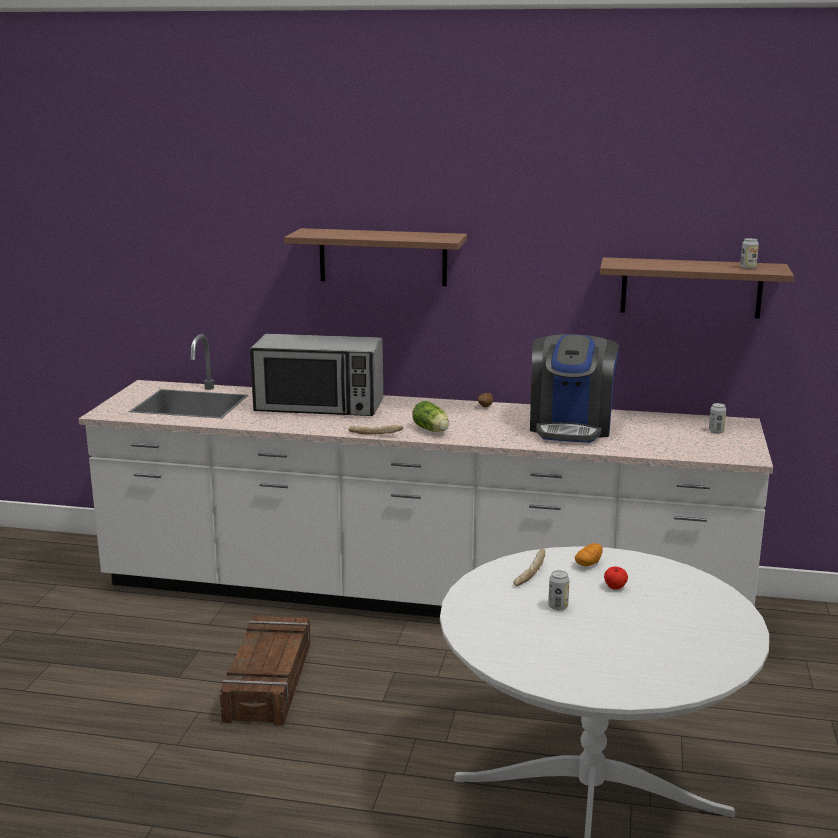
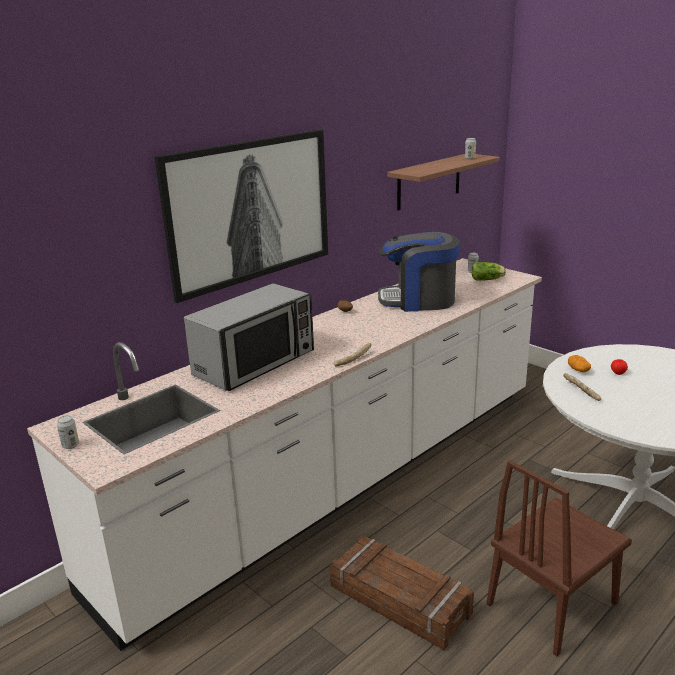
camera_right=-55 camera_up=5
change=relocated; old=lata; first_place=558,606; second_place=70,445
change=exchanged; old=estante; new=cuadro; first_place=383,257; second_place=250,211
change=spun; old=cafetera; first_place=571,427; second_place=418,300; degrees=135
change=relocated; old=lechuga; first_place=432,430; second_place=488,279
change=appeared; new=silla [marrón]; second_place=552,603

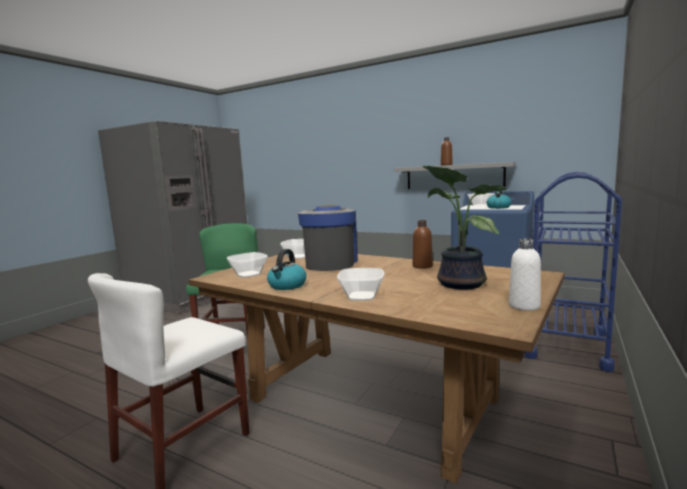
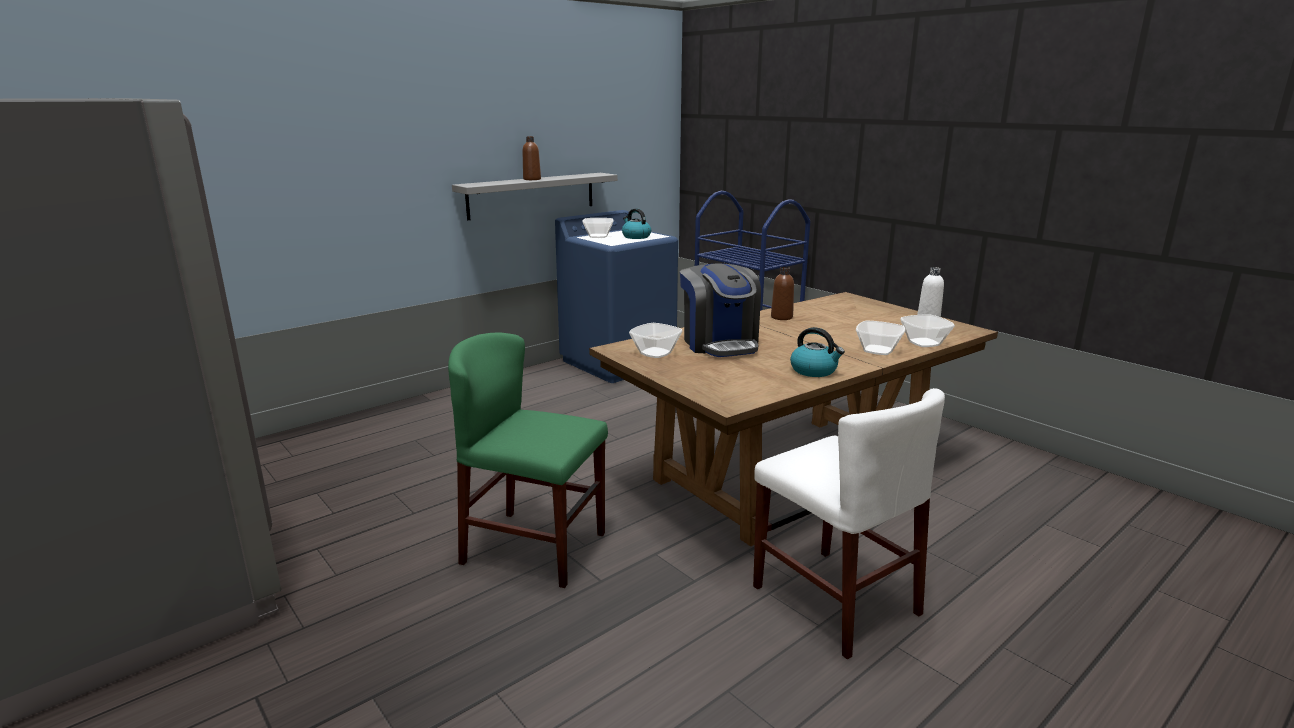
camera_right=-70 camera_up=10
change=spun; old=cafetera; first_place=331,263; second_place=720,343; degrees=-135
change=relocated; old=cuenco; first_place=248,274; second_place=925,343
change=missing; old=planta en maceta; first_place=457,284

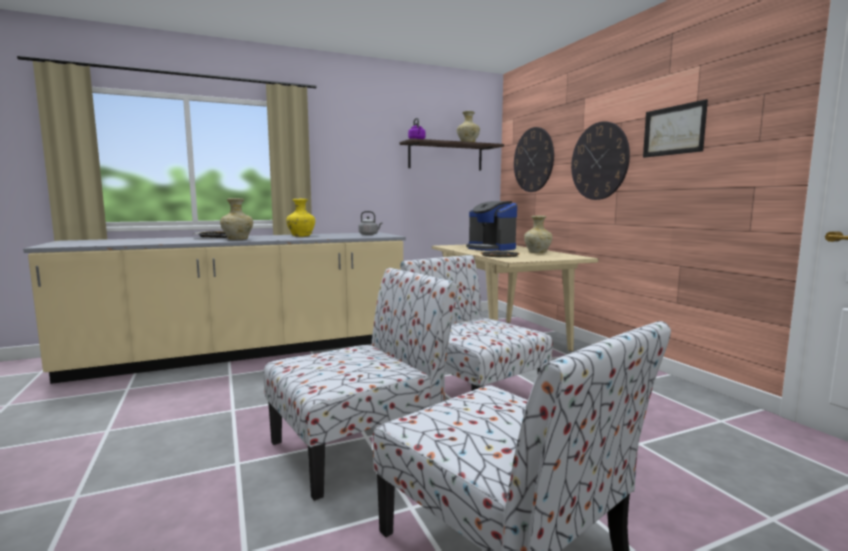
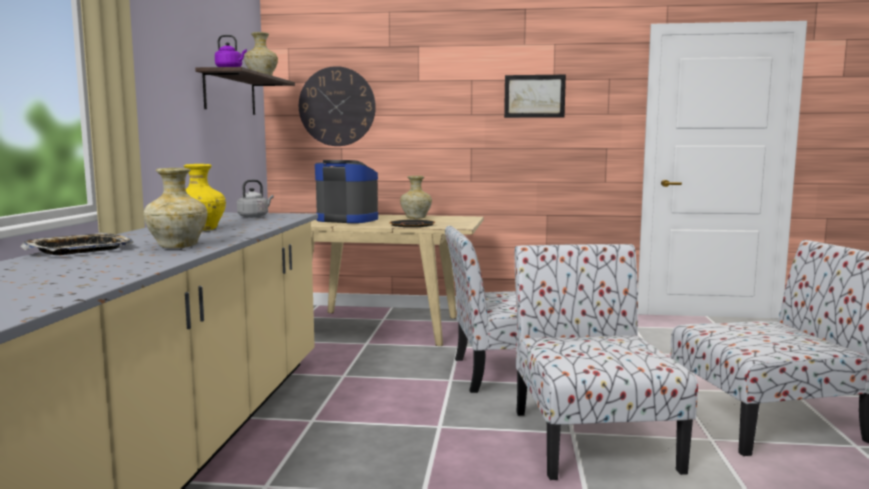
camera_right=-60 camera_up=0
change=spun; old=cafetera; first_place=491,248; second_place=347,219; degrees=-150
change=missing; old=reloj de pared; first_place=599,161

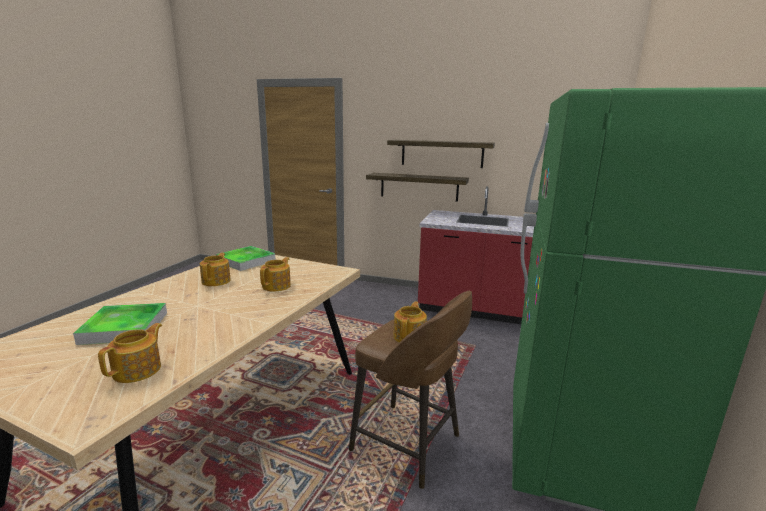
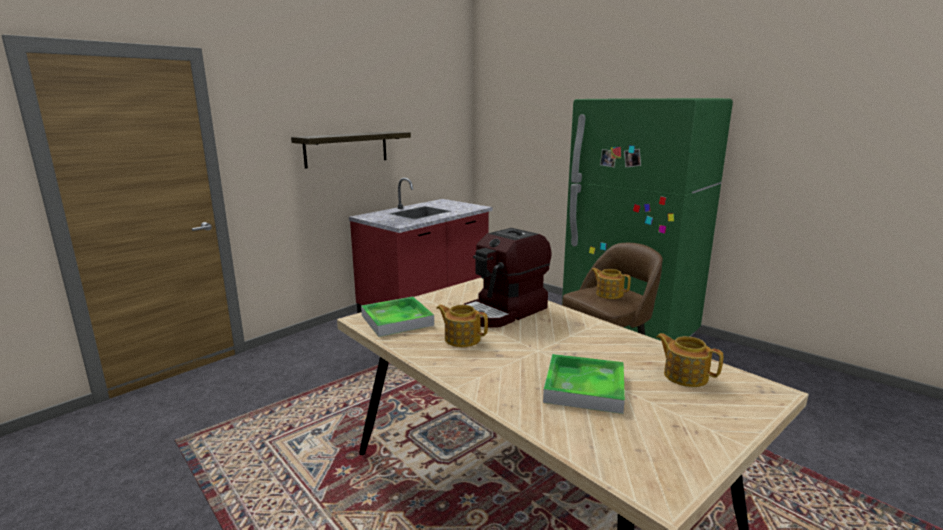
camera_right=-65 camera_up=0
change=exchanged; old=tetera; new=cafetera; first_place=277,286; second_place=504,311
change=missing; old=estante; first_place=419,186

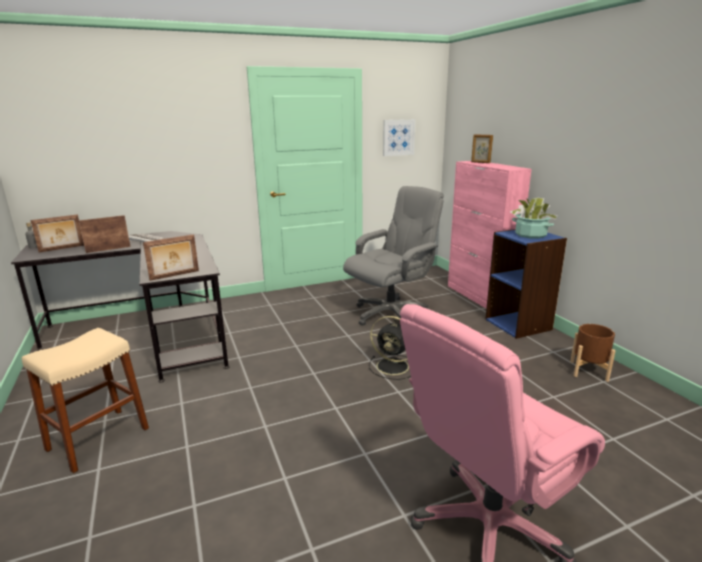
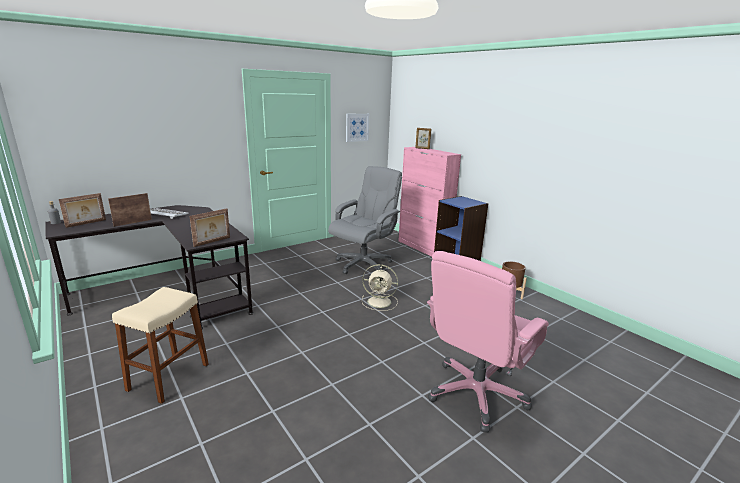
camera_right=-15 camera_up=0
change=colour; old=ventilador [negro]; new=ventilador [beis]; first_place=394,367; second_place=380,302
change=missing; old=planta en maceta; first_place=530,235

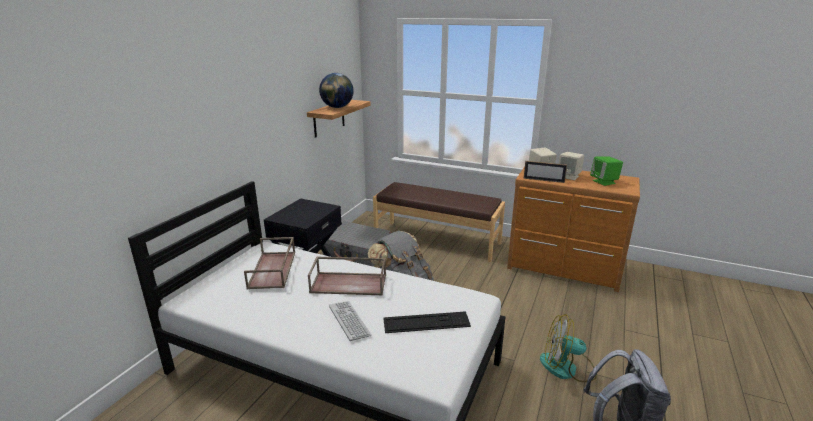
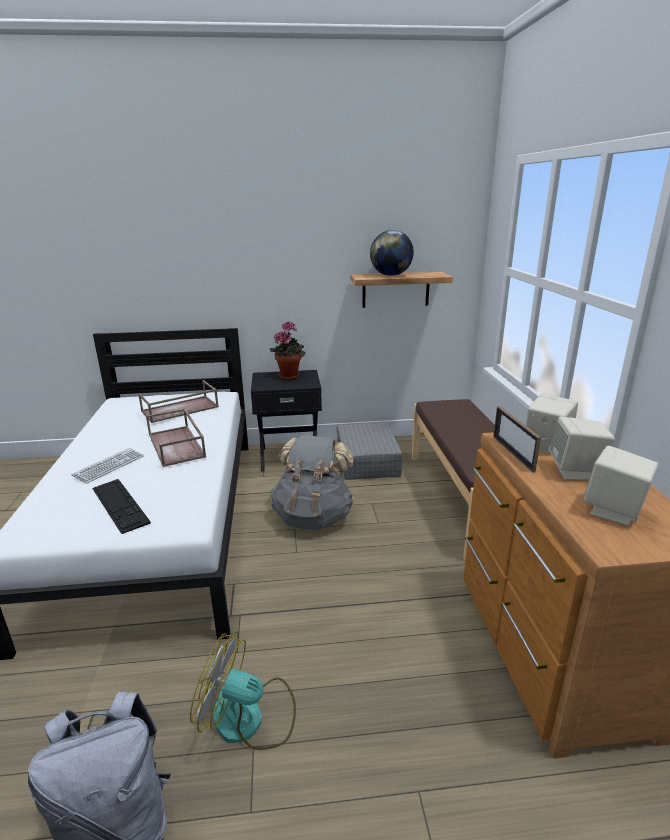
camera_right=60 camera_up=0
change=spun; old=ventilador; first_place=567,368; second_place=249,718; degrees=-60
change=appeared; new=planta en maceta; second_place=289,376
change=colour; old=altavoz [verde]; new=altavoz [beis]; first_place=604,182; second_place=613,511

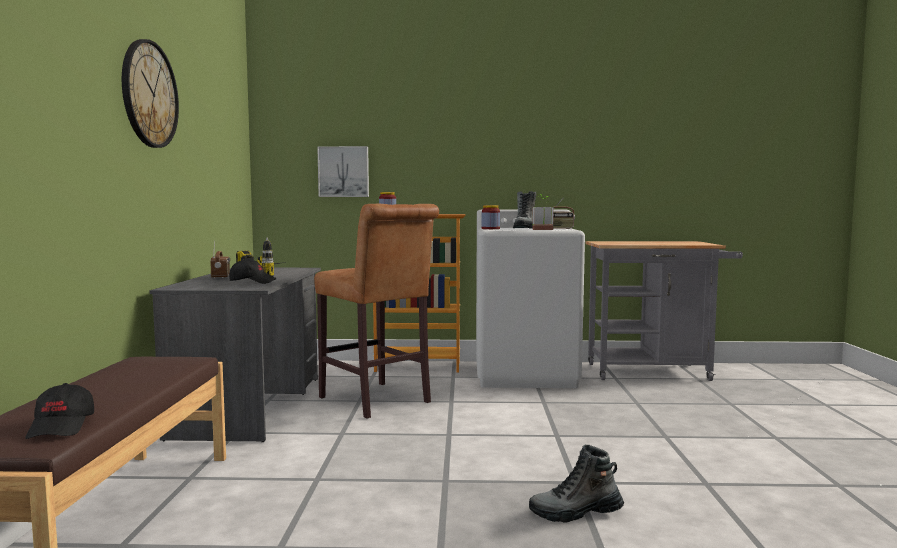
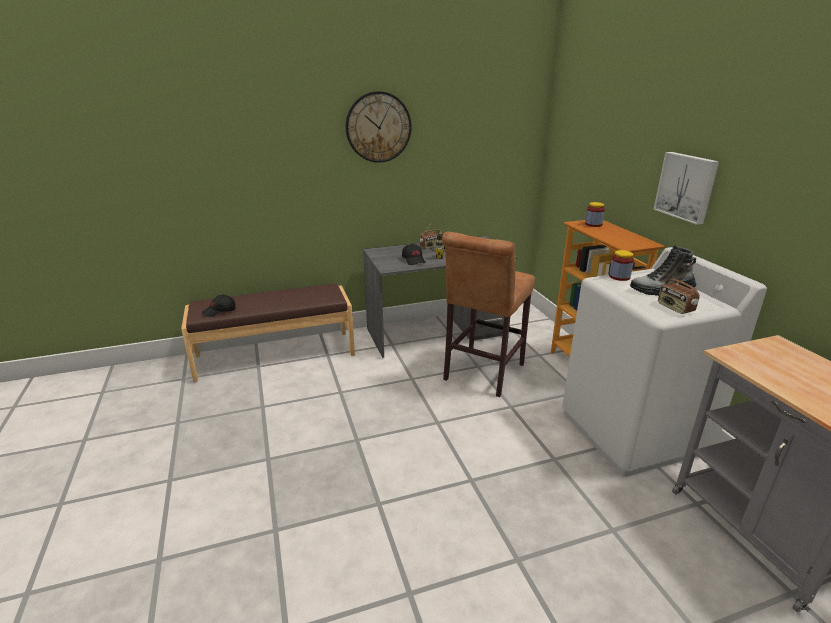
camera_right=70 camera_up=20
change=relocated; old=cuadro; first_place=343,172; second_place=686,187
change=missing; old=bota; first_place=576,512
change=missing; old=planta en maceta; first_place=543,229

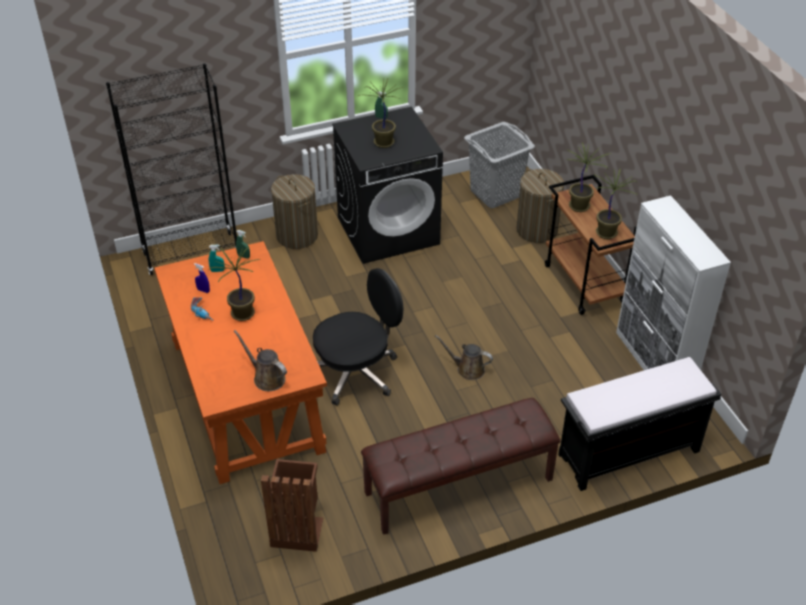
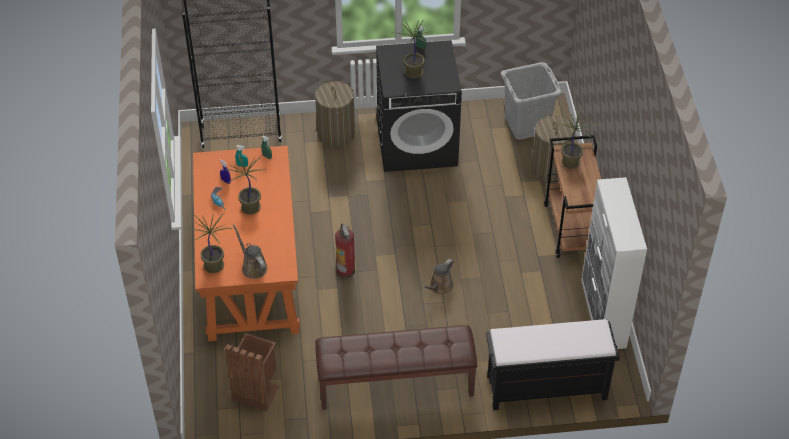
camera_right=15 camera_up=5
change=relocated; old=planta en maceta; first_place=607,232; second_place=215,266
change=exchanged; old=silla de oficina [negro]; new=extintor; first_place=357,372; second_place=346,270
change=spun; old=regadera [marrón]; first_place=467,369; second_place=439,286; degrees=-90

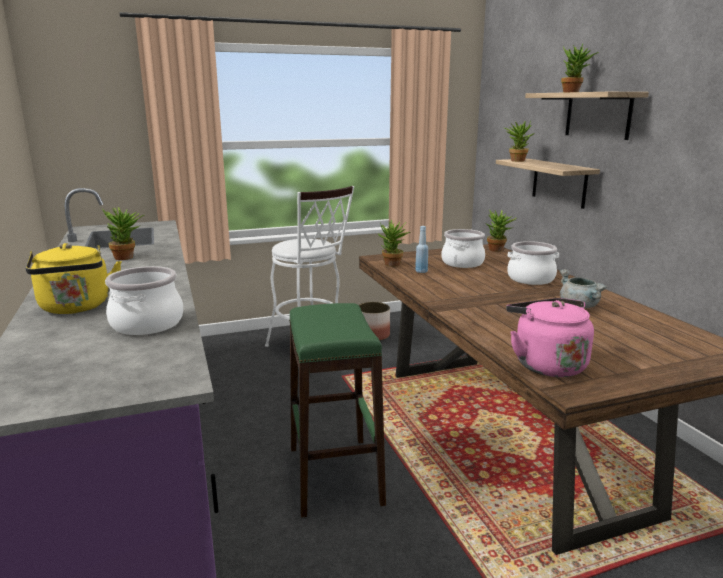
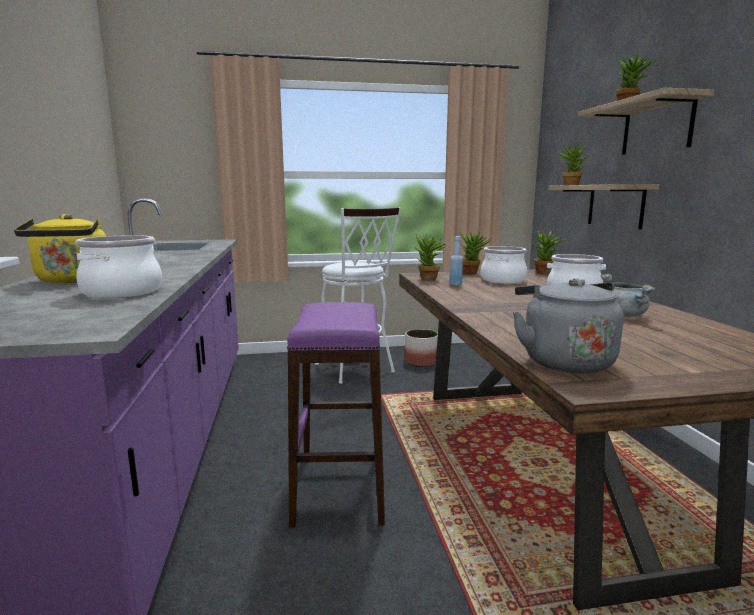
camera_right=10 camera_up=-5
change=colour; old=taburete [verde]; new=taburete [morado]; first_place=334,474; second_place=339,487
change=relocated; old=planta en maceta; first_place=128,258; second_place=473,273
change=colour; old=hervidor [rosa]; new=hervidor [gris]; first_place=546,364; second_place=563,361

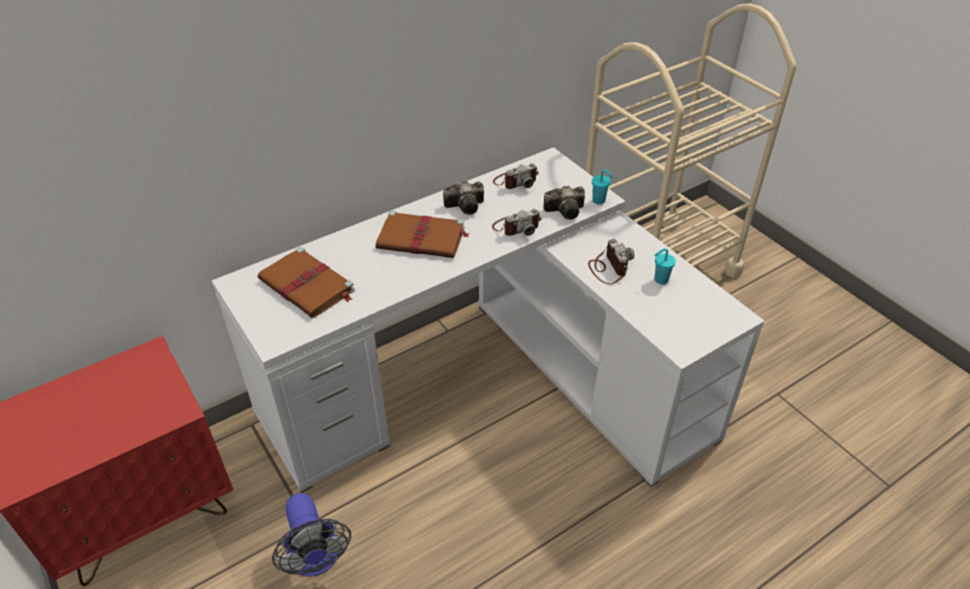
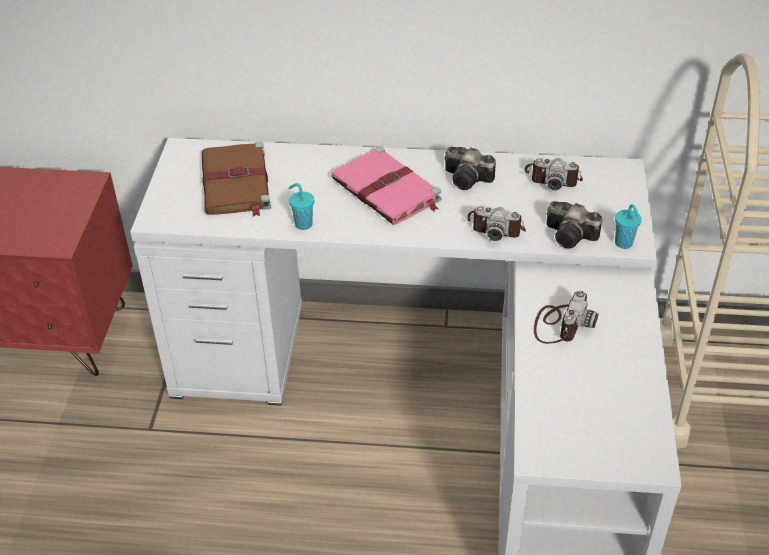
camera_right=40 camera_up=0
change=relocated; old=taza [turquesa]; first_place=660,280; second_place=302,224
change=colour; old=libro [marrón]; new=libro [rosa]; first_place=422,238; second_place=387,190
change=missing; old=ventilador; first_place=316,560

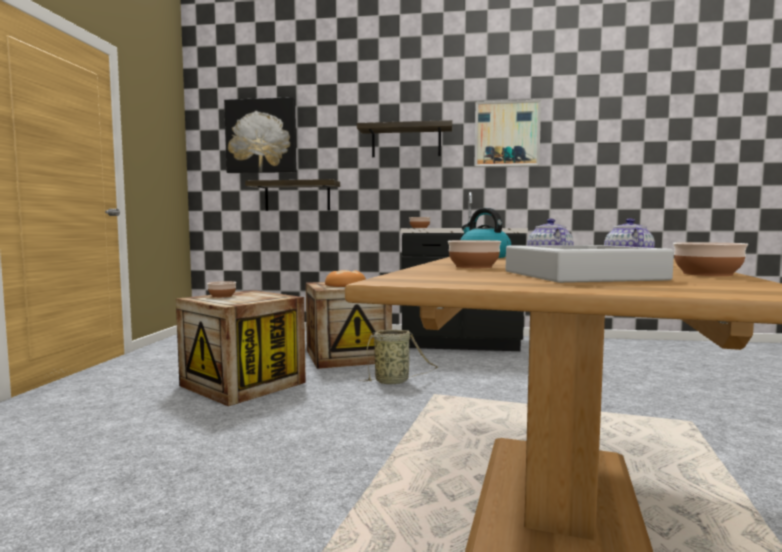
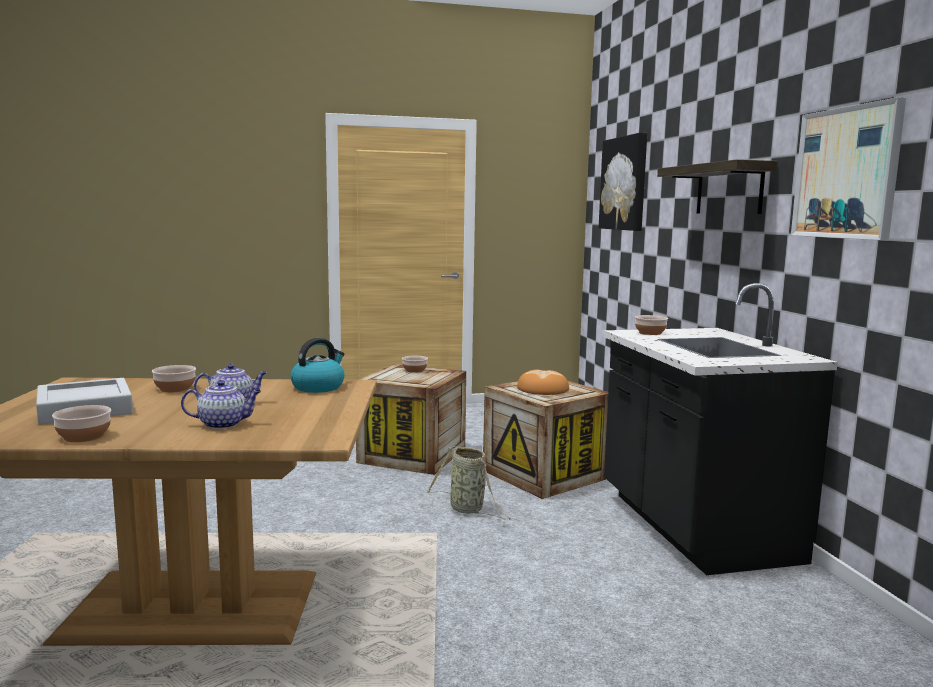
camera_right=70 camera_up=5
change=missing; old=estante; first_place=297,196

